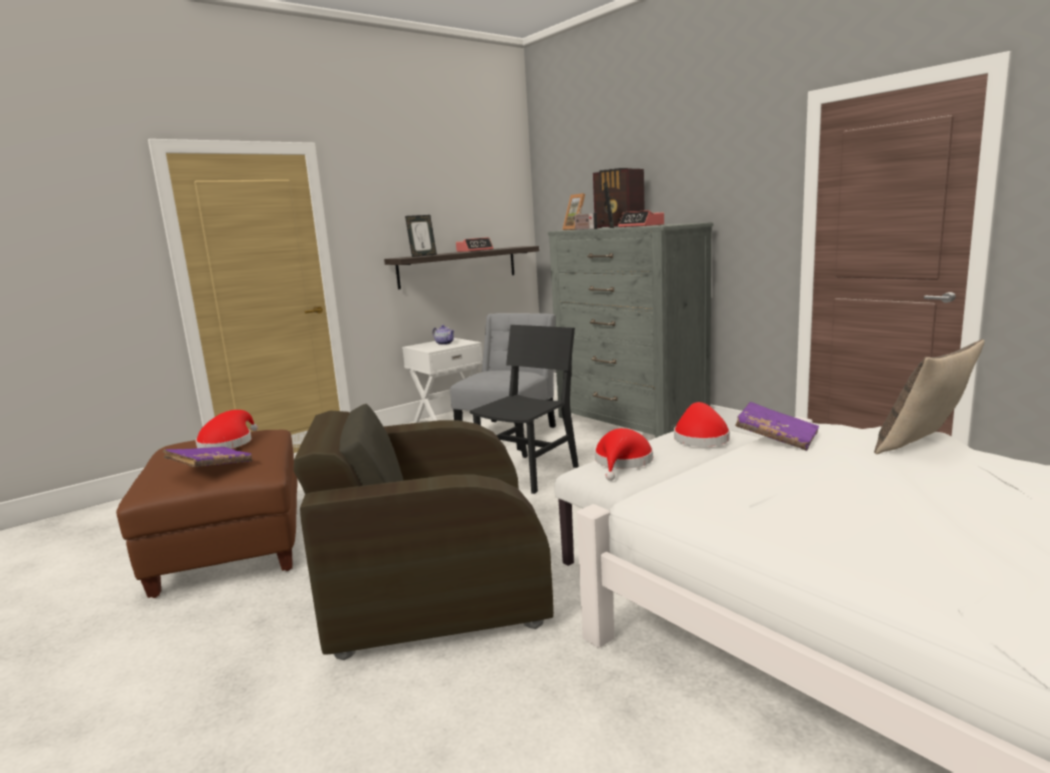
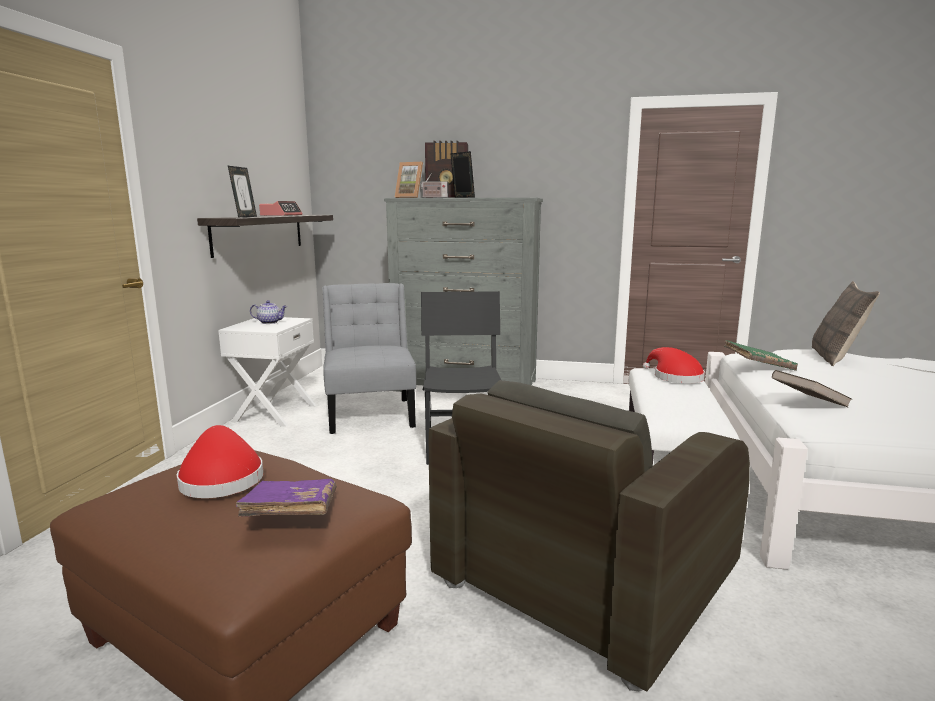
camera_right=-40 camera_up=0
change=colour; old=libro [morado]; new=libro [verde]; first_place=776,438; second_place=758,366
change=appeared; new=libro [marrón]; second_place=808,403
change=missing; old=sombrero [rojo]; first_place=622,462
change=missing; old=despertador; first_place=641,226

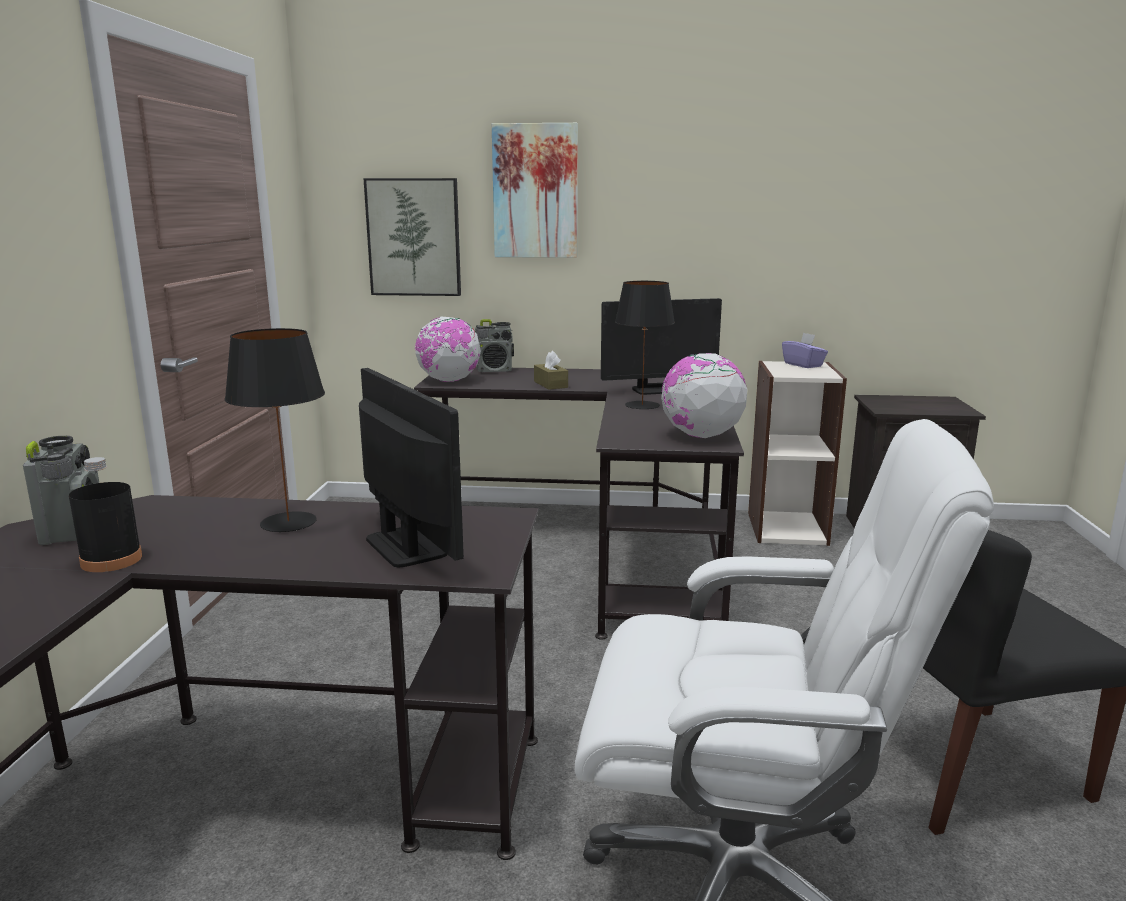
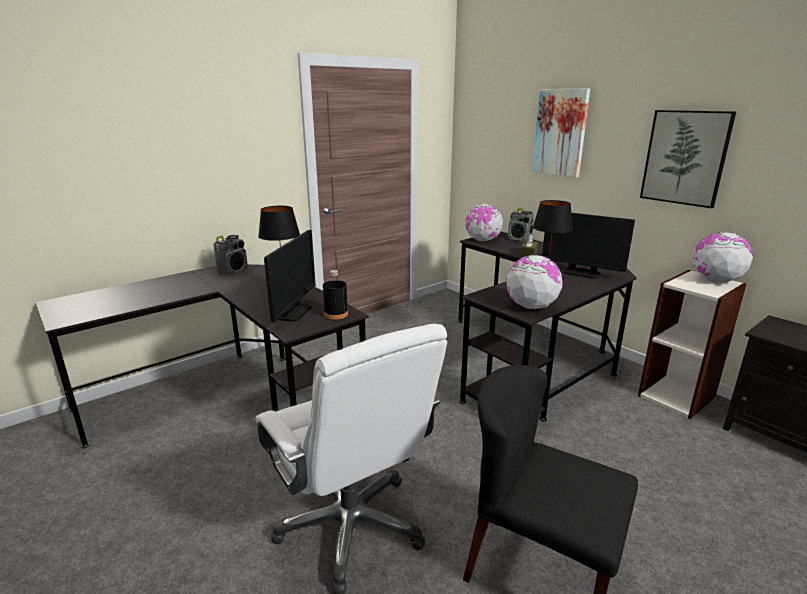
camera_right=45 camera_up=5
change=relocated; old=botella [negro]; first_place=111,560; second_place=336,314
change=relocated; old=cuadro; first_place=414,237; second_place=685,157
change=exchanged; old=caja de pañuelos [morado]; new=globo terráqueo; first_place=803,365; second_place=715,280

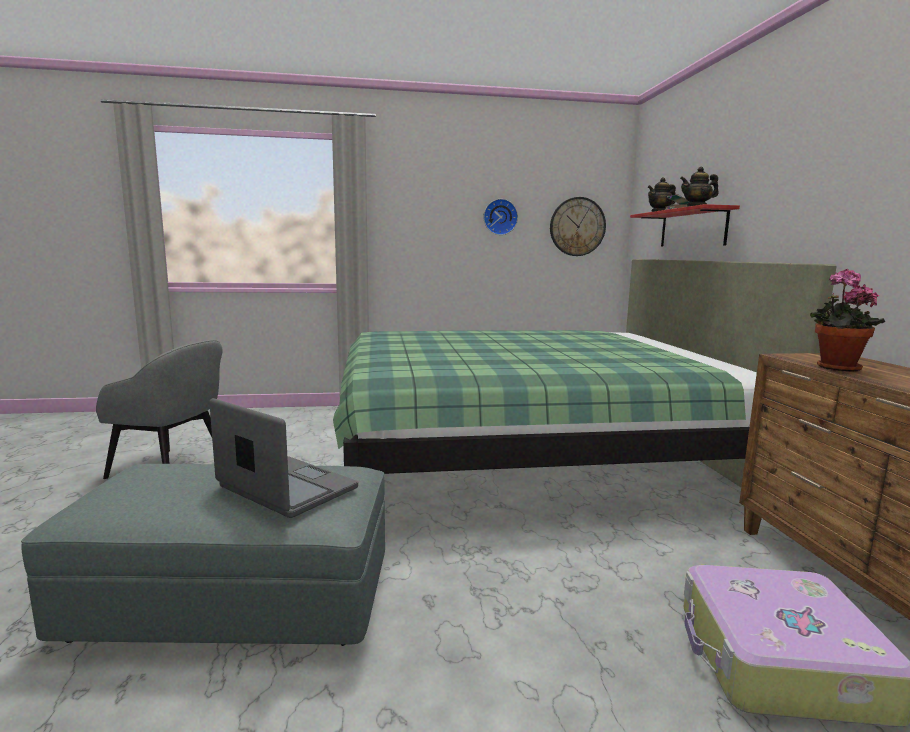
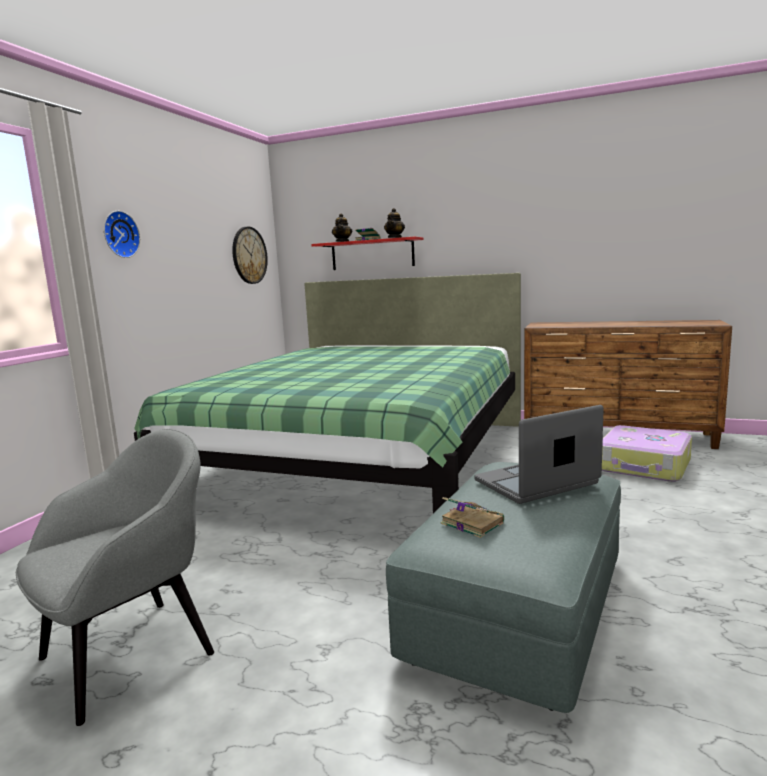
camera_right=-60 camera_up=0
change=relocated; old=reloj de pared; first_place=500,217; second_place=119,234
change=appeared; new=libro; second_place=471,523
change=missing; old=planta en maceta; first_place=834,368

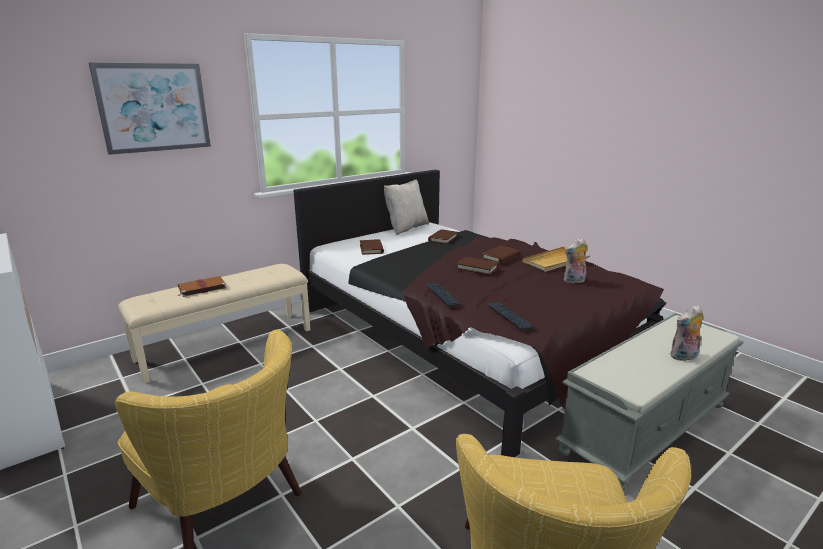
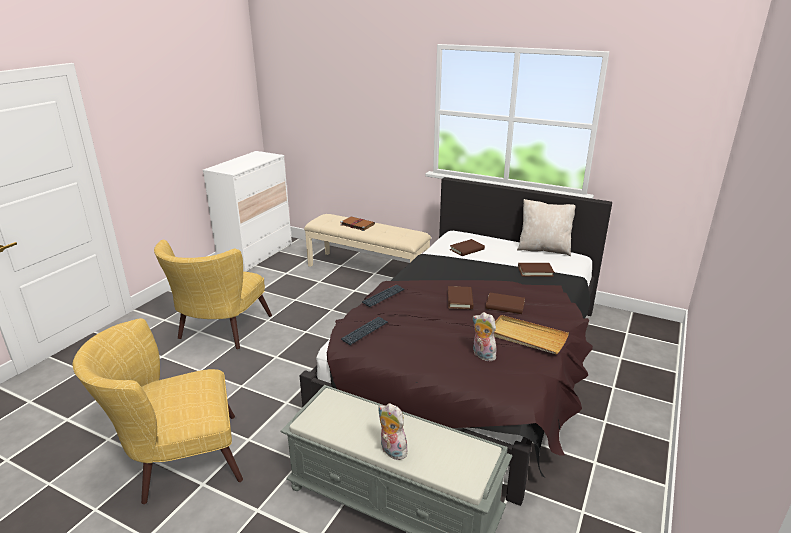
camera_right=65 camera_up=5
change=missing; old=cuadro; first_place=154,108

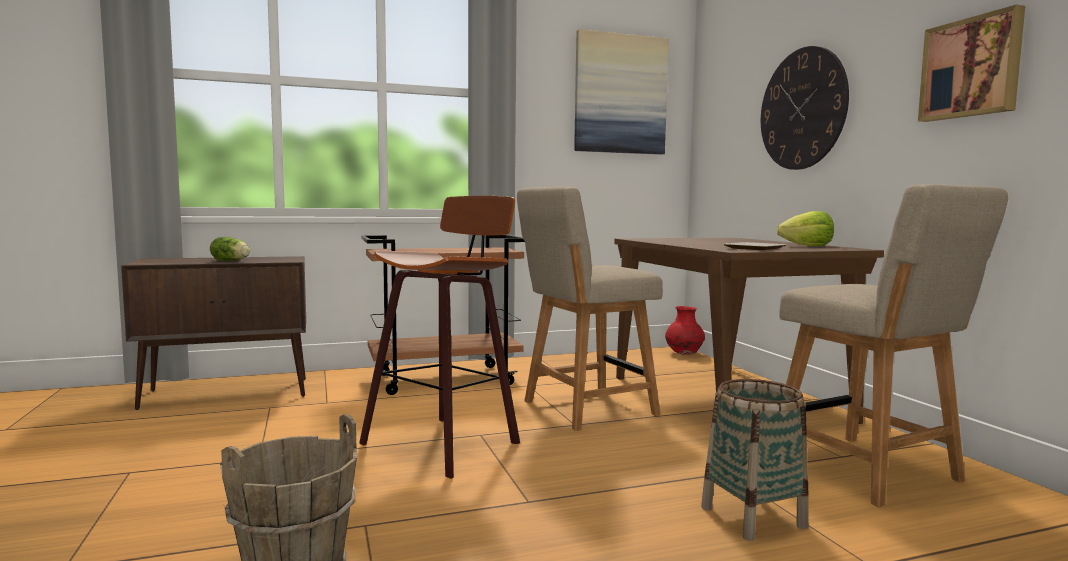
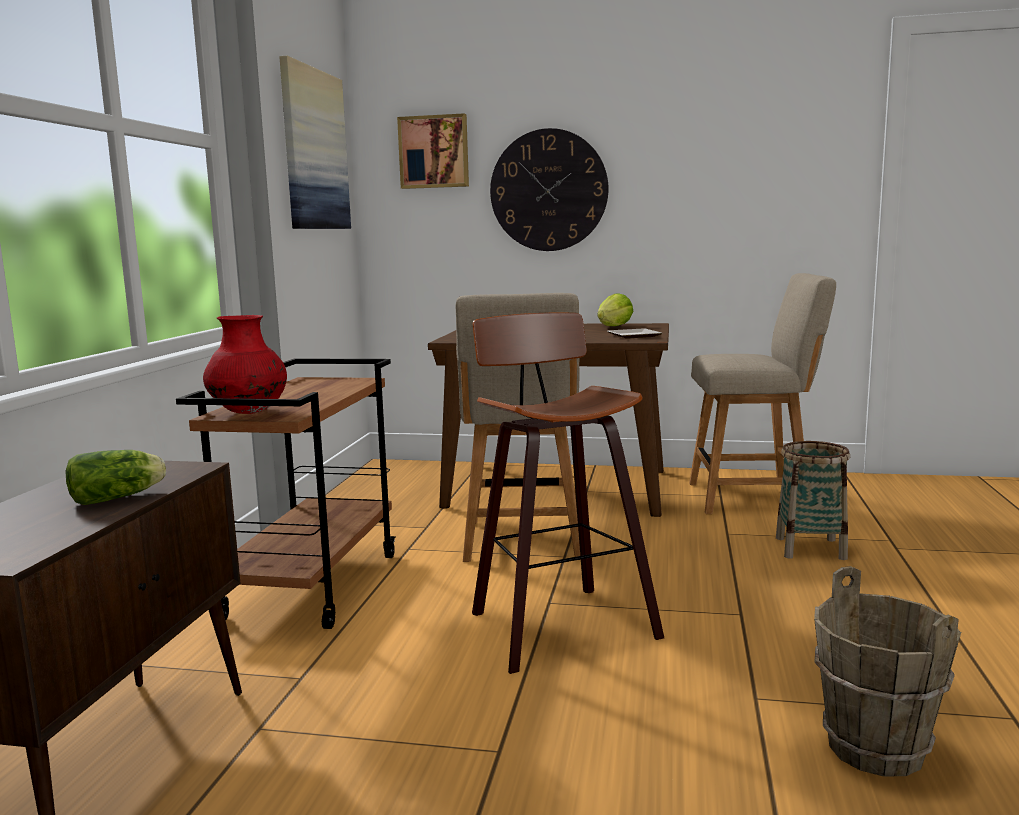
camera_right=-60 camera_up=5
change=relocated; old=florero [rojo]; first_place=684,354; second_place=249,413
change=relocated; old=cuadro; first_place=971,68; second_place=434,152

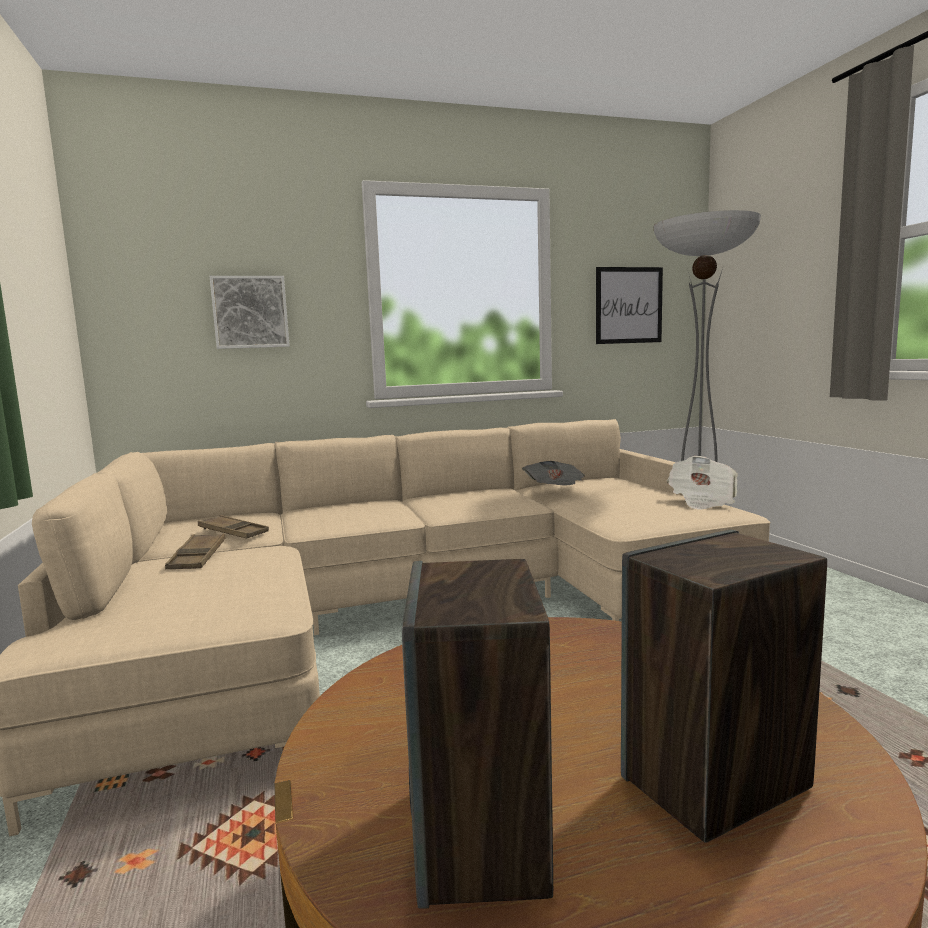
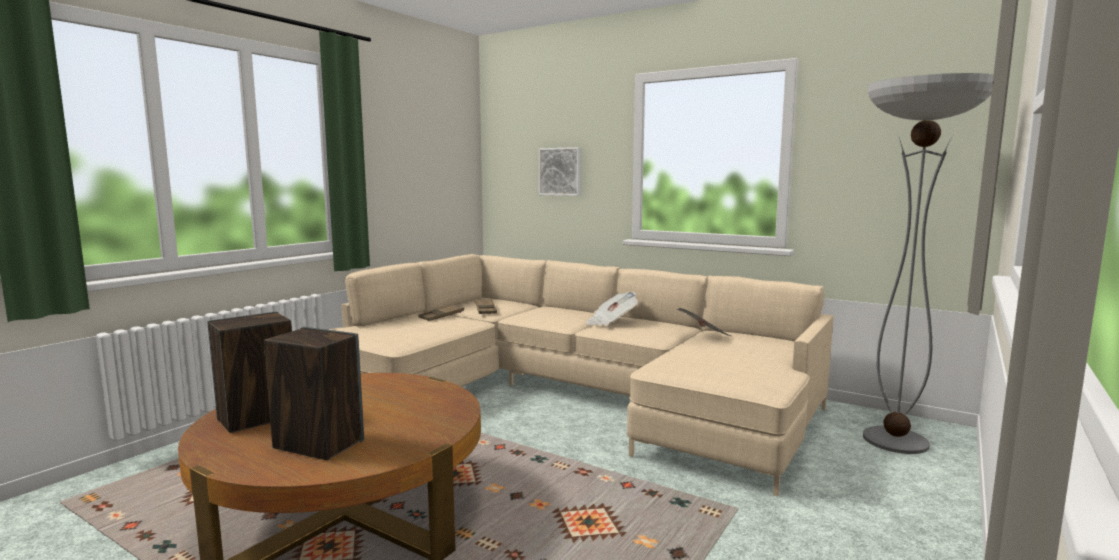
camera_right=50 camera_up=0
change=relocated; old=periódico; first_place=701,501; second_place=611,322
change=missing; old=cuadro; first_place=628,305

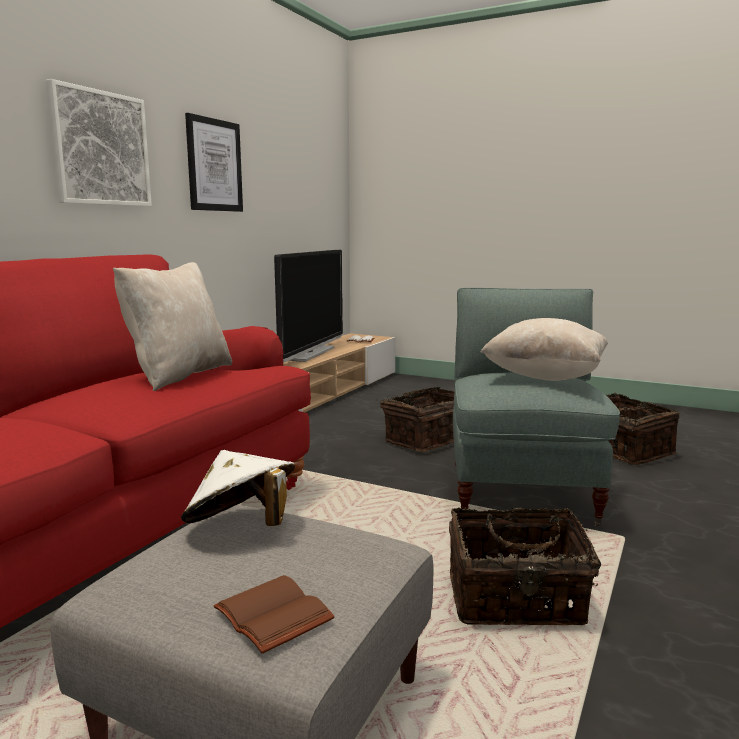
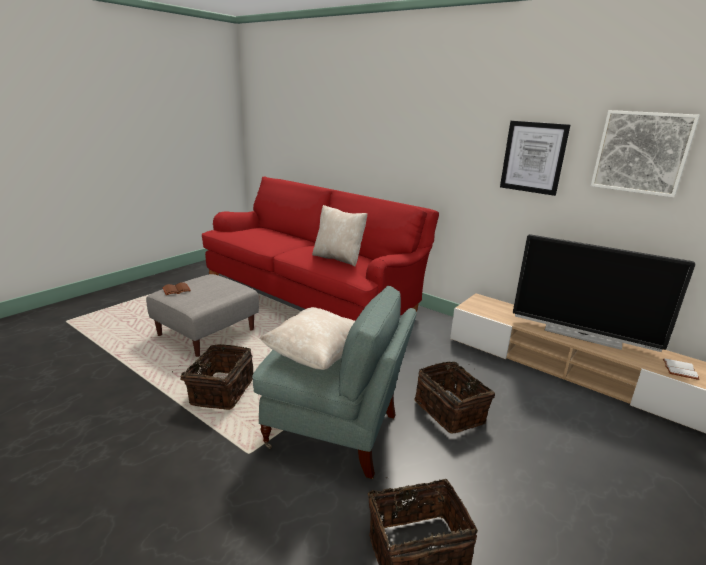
camera_right=100 camera_up=10
change=relocated; old=cuadro; first_place=100,148; second_place=641,152
change=missing; old=sombrero [blanco]; first_place=242,527

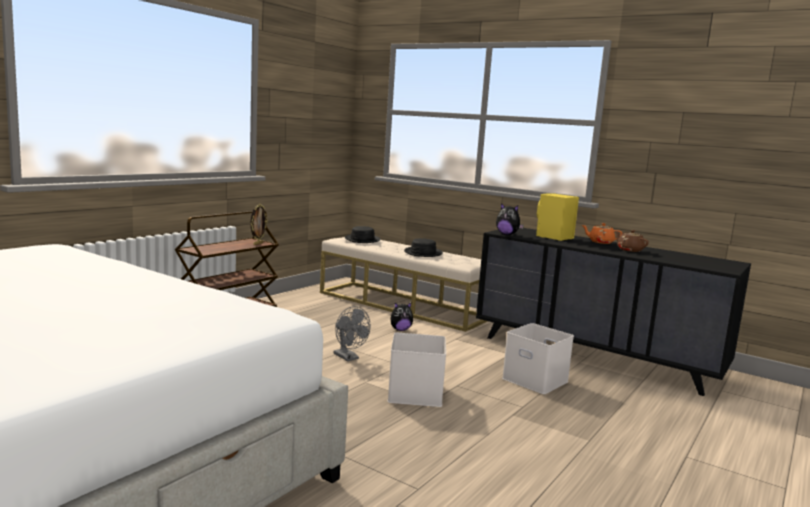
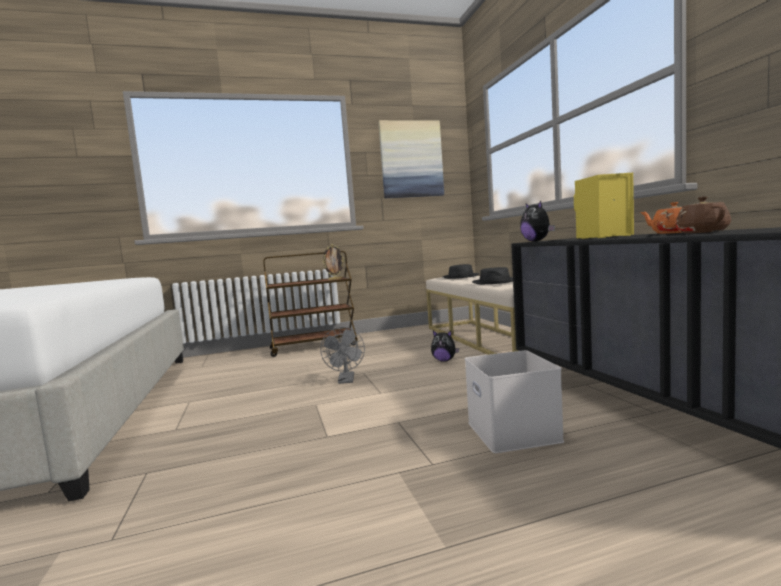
camera_right=40 camera_up=-5
change=appeared; new=cuadro; second_place=411,159
change=missing; old=caja de almacenaje [blanco]; first_place=414,392

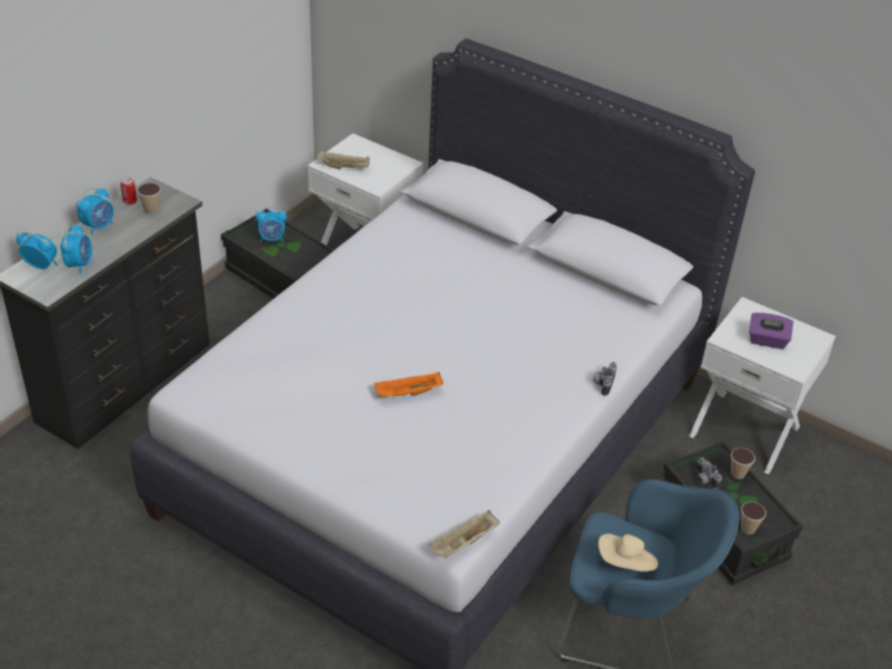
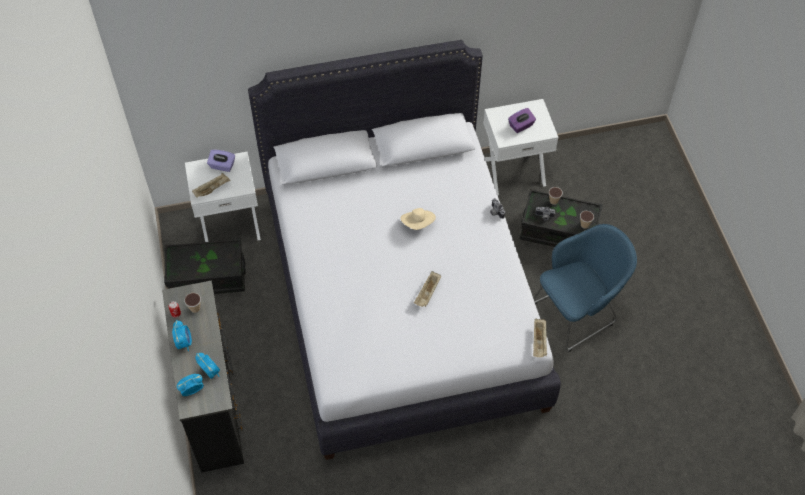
camera_right=-45 camera_up=15
change=appeared; new=caja de pañuelos [morado]; second_place=222,166
change=relocated; old=sombrero [beis]; first_place=626,564; second_place=418,223
change=colour; old=bandeja [naranja]; new=bandeja [beis]; first_place=408,394; second_place=427,293
change=missing; old=despertador; first_place=272,239

